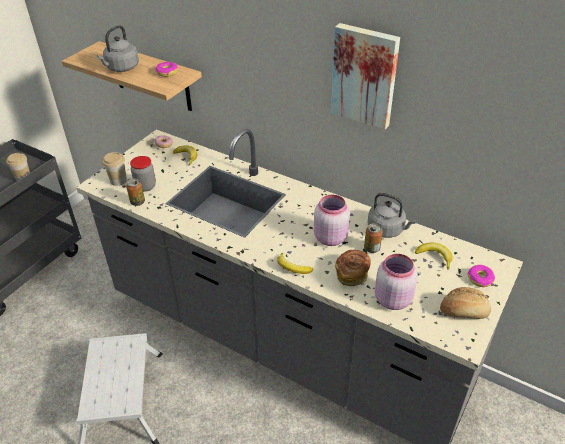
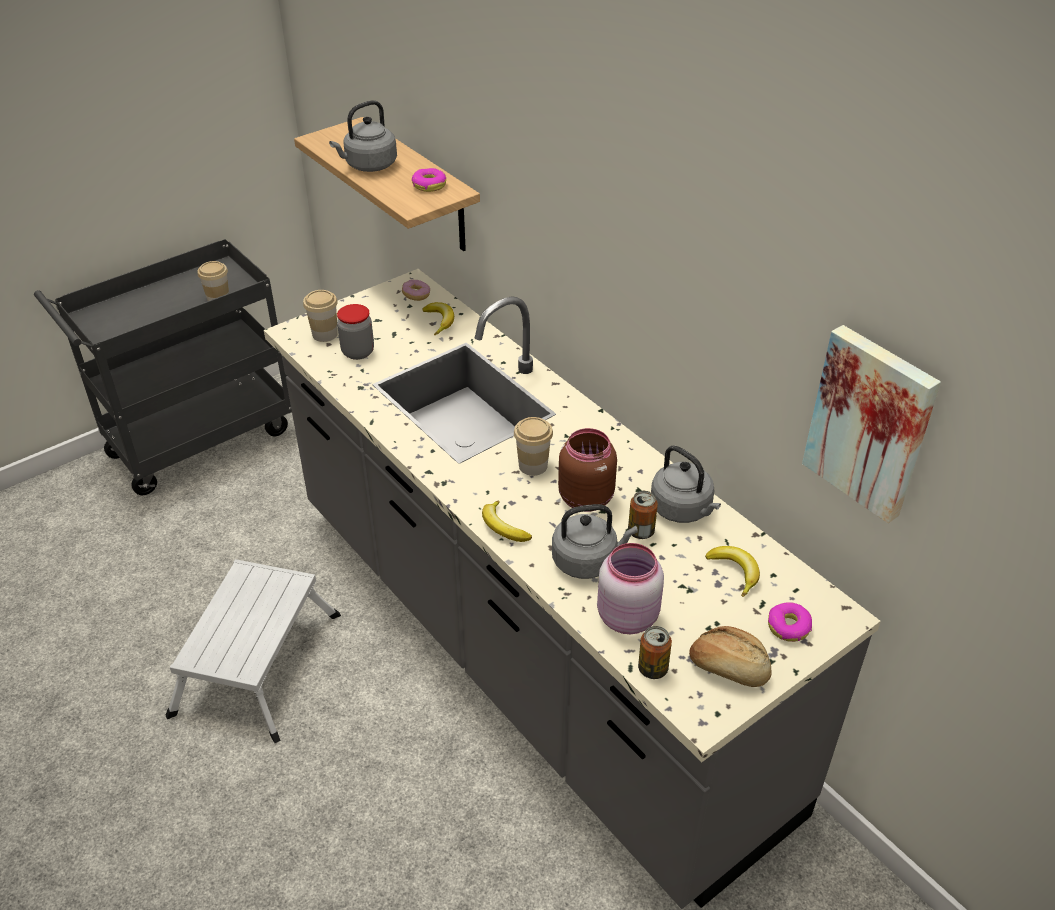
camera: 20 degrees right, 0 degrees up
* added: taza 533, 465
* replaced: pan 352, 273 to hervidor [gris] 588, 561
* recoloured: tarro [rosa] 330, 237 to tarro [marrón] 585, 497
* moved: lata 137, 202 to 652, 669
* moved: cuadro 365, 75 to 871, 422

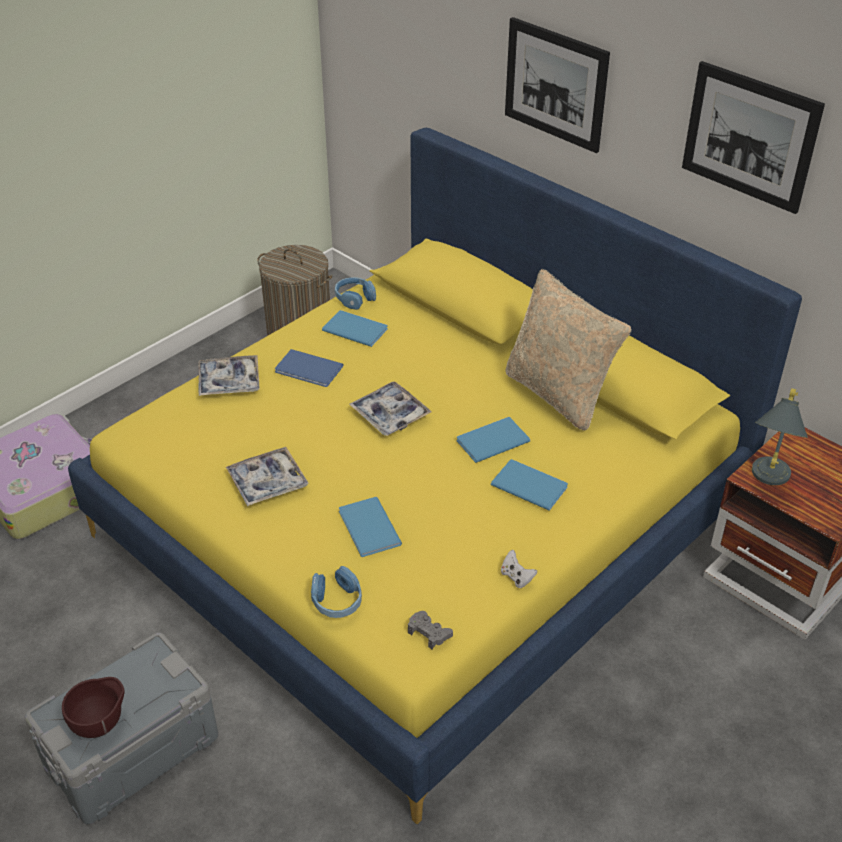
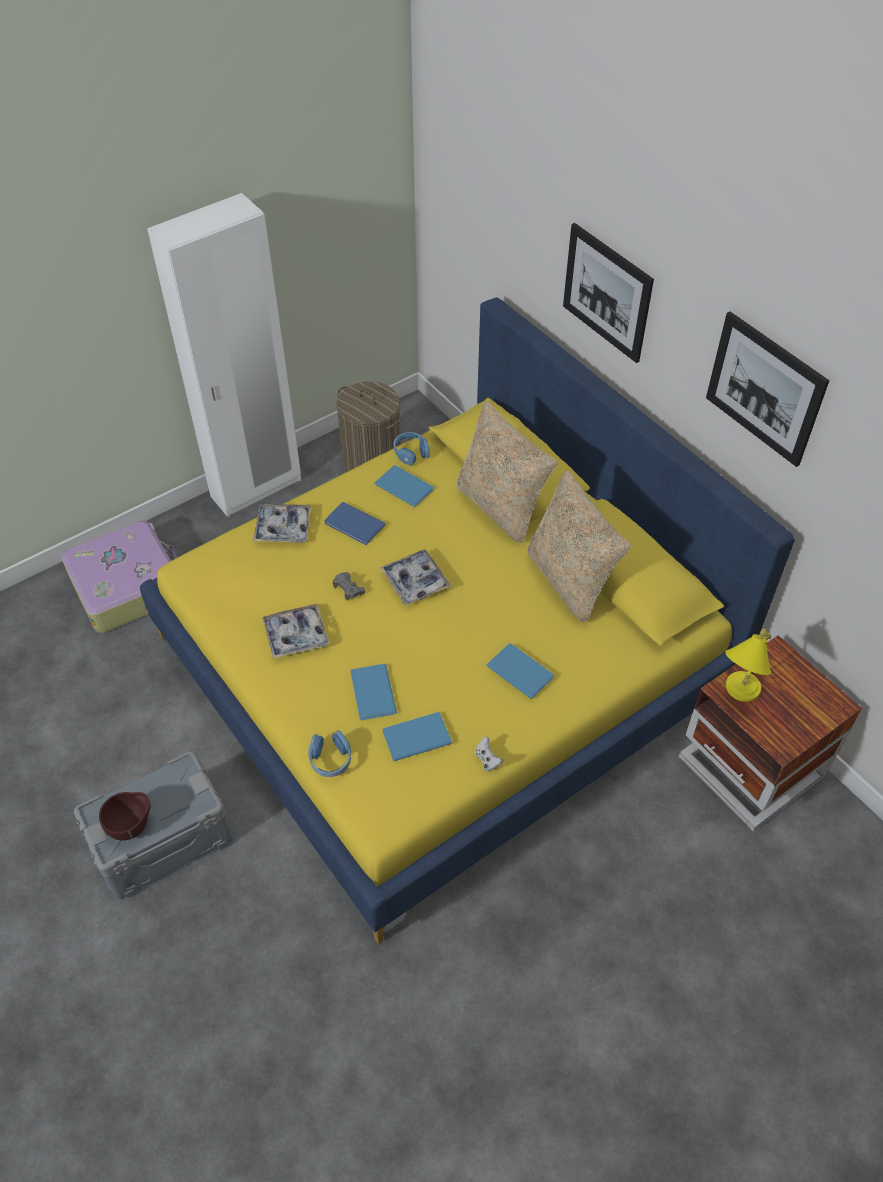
camera: 10 degrees right, 10 degrees up
* added: armario ropero [blanco] 256, 489
* moved: mando de consola [gris] 429, 633 to 348, 588
* moved: libro [azul] 490, 440 to 414, 736
* added: cojín [beis] 500, 510
* recoloured: lámpara de mesa [gris] 767, 481 to lámpara de mesa [amarillo] 736, 696

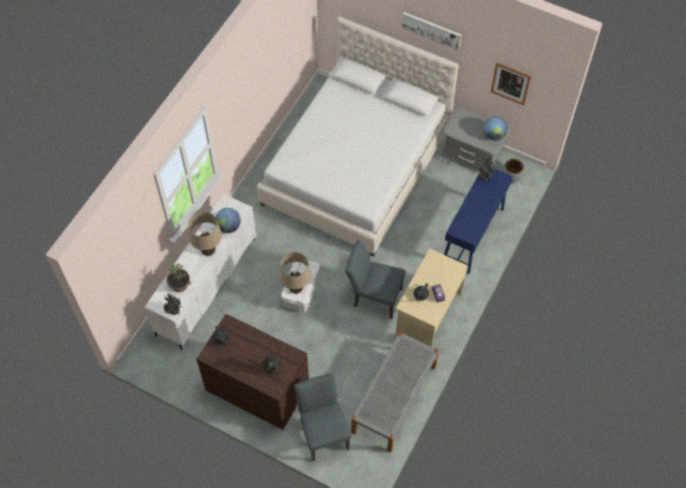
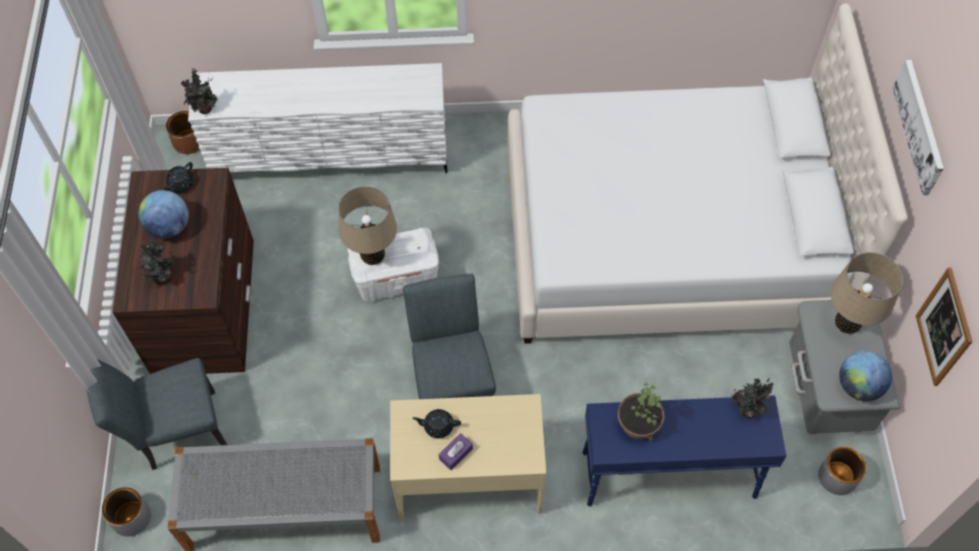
camera: 60 degrees right, 0 degrees up
* turned: silla [gris] 323, 431 = 175, 432 150 degrees counterclockwise
* added: maceta [gris] 131, 517
* moved: globo terráqueo 229, 227 to 169, 227
* added: maceta [marrón] 189, 141
* moved: planta en maceta 179, 285 to 637, 424
* moved: lámpara de mesa [beis] 208, 250 to 847, 323

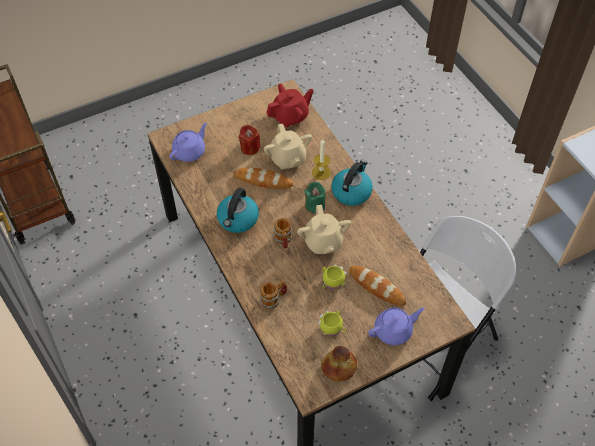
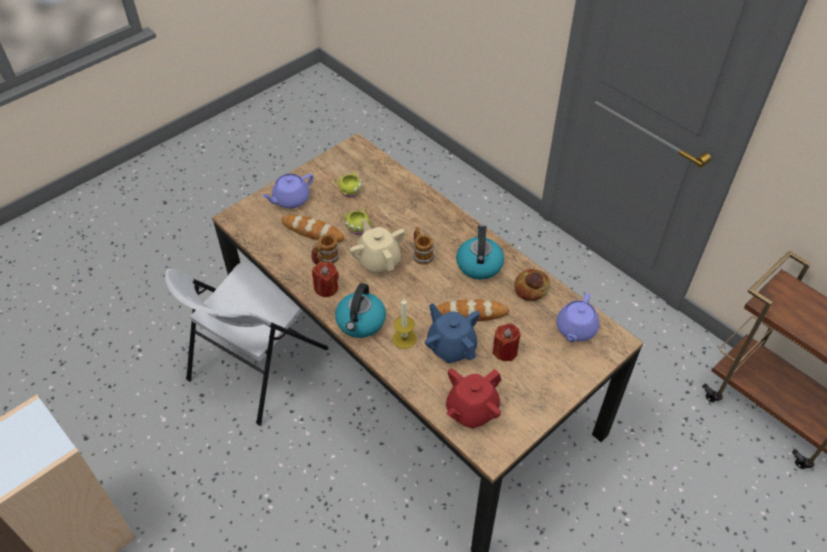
camera: 165 degrees right, 5 degrees down
* moved: taza grande 273, 299 to 325, 259
* added: vela [rojo] 326, 288
* recoloured: tetera [beis] 288, 159 to tetera [azul] 451, 347
* moved: pan 338, 367 to 531, 289
* removed: vela [verde] 315, 205

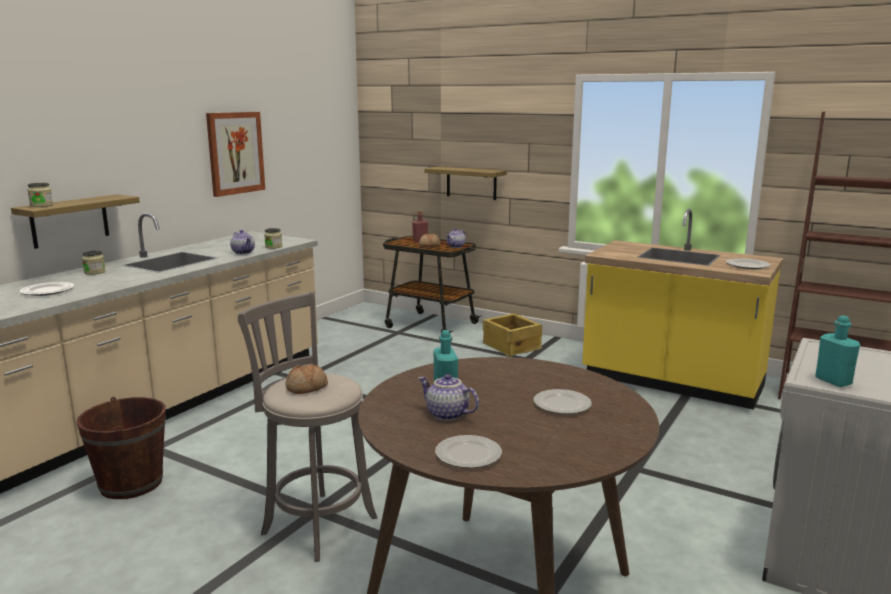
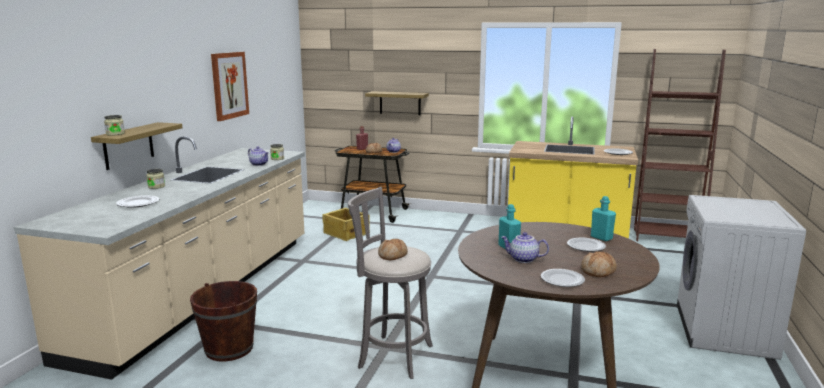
camera: 15 degrees left, 0 degrees up
* moved: caja de embalaje 511, 346 to 346, 233
* added: pan 598, 271
* moved: botella [turquesa] 833, 381 to 601, 238

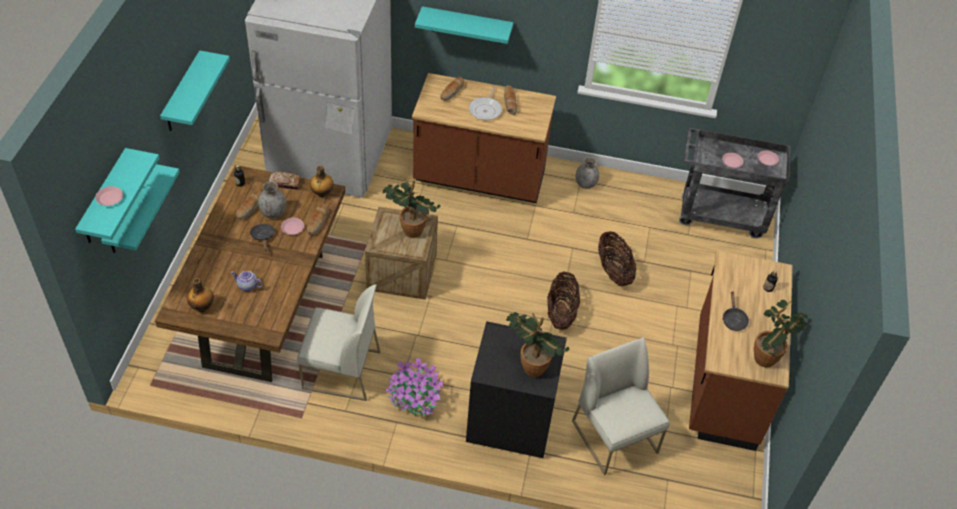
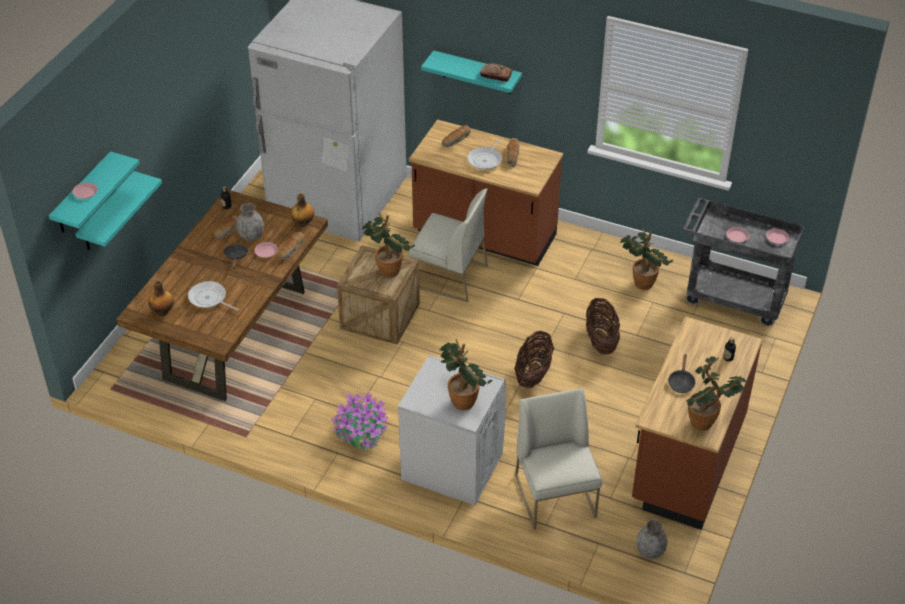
camera: 15 degrees right, 5 degrees down
* replaced: tetera 247, 286 to sartén 209, 299
* recoloured: lavadora [negro] 510, 420 to lavadora [blanco] 452, 467
* moved: silla [blanco] 340, 370 to 448, 276
* moved: pan 285, 183 to 495, 75
* added: planta en maceta 641, 280
* moved: florero [gris] 586, 184 to 650, 551
* removed: estante [turquesa] 182, 93

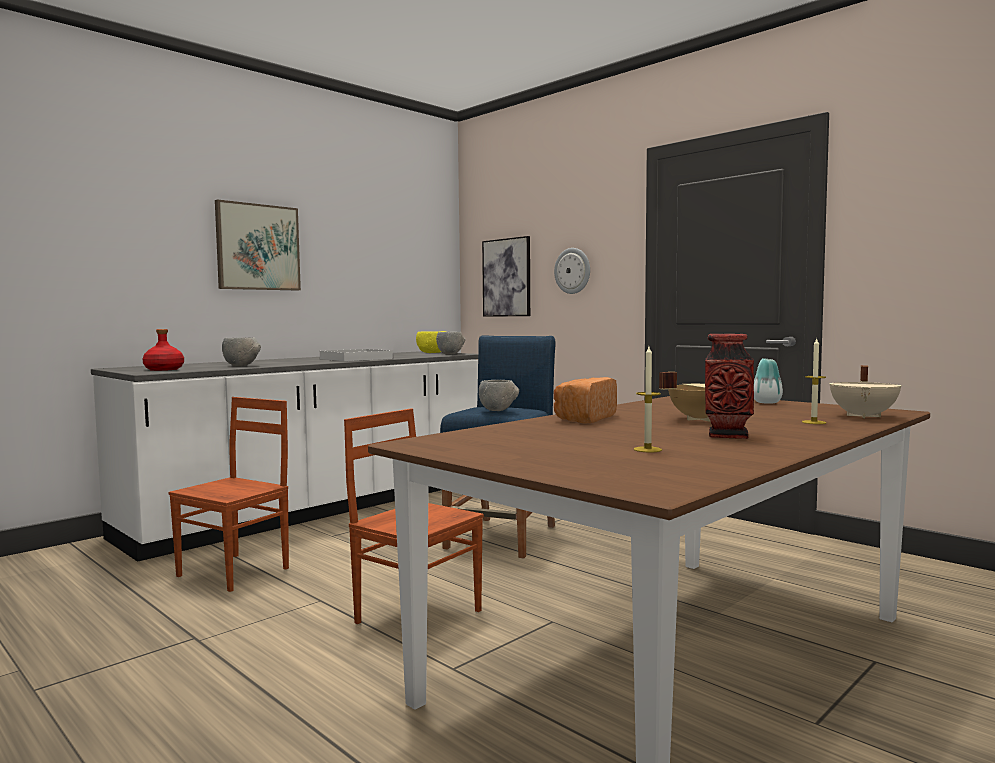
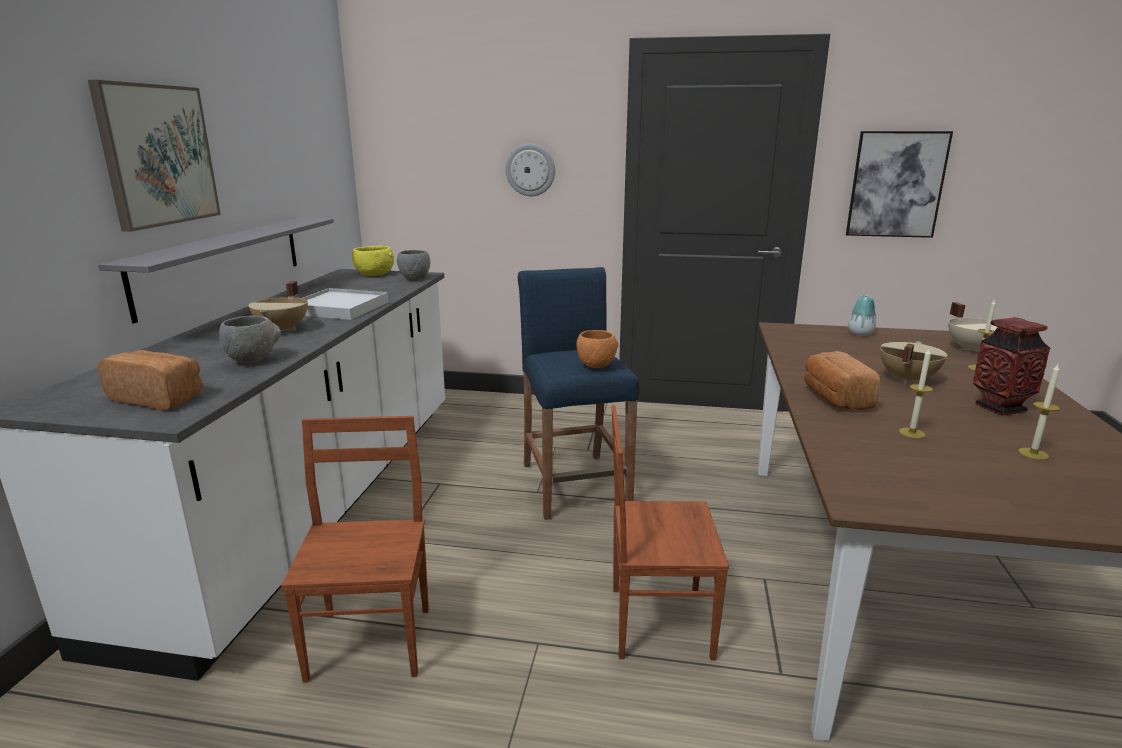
camera: 35 degrees left, 15 degrees up
* added: estante [gris] 223, 263
* replaced: botella [rojo] 163, 369 to pan 159, 398
* added: olla [beis] 283, 329
* recoloured: cuenco [gris] 498, 411 to cuenco [naranja] 597, 366
* moved: cuadro 507, 277 to 896, 184
* added: vela 912, 433

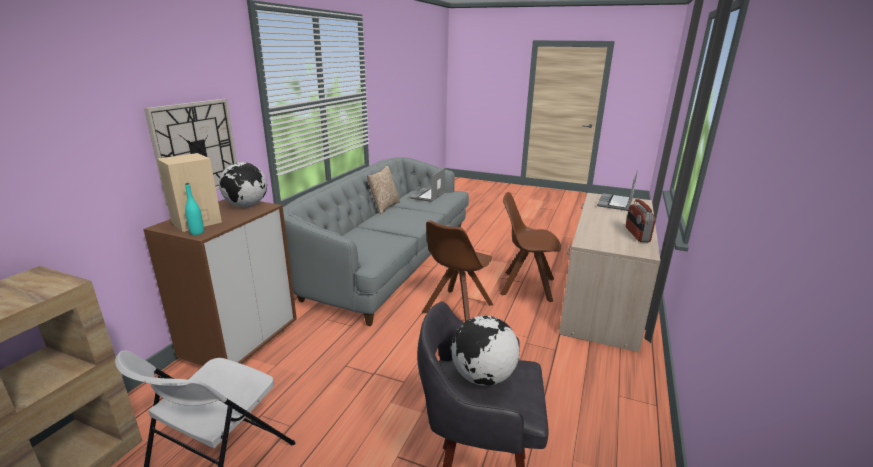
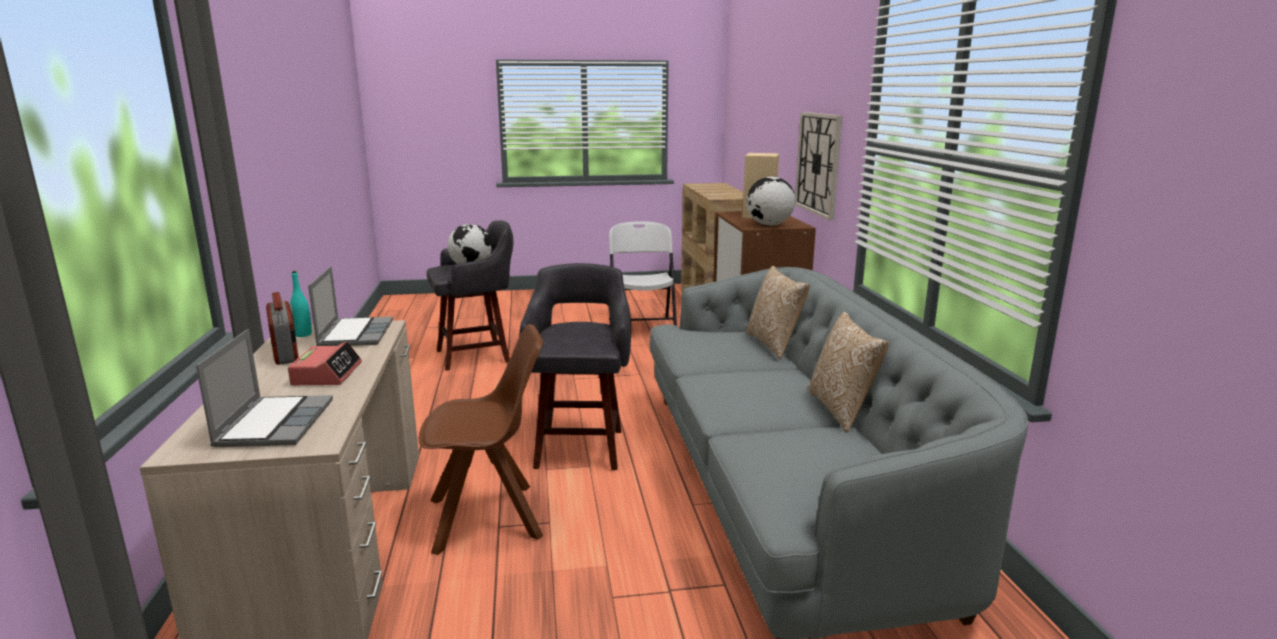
camera: 150 degrees right, 5 degrees down
* added: despertador 327, 374
* moved: botella [turquesa] 197, 232 to 303, 334
* moved: portátil 427, 196 to 355, 333
* replaced: silla [marrón] 456, 309 to taburete [gris] 580, 446
* added: cojín 774, 344

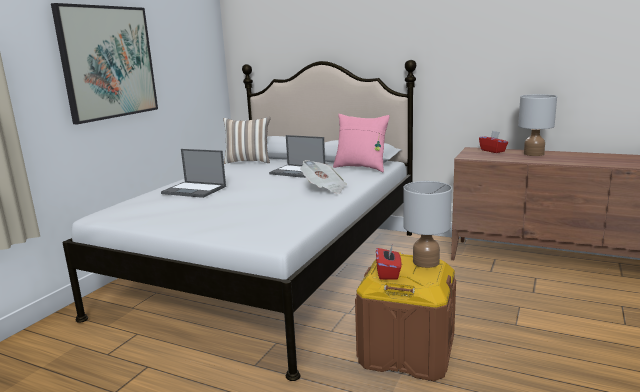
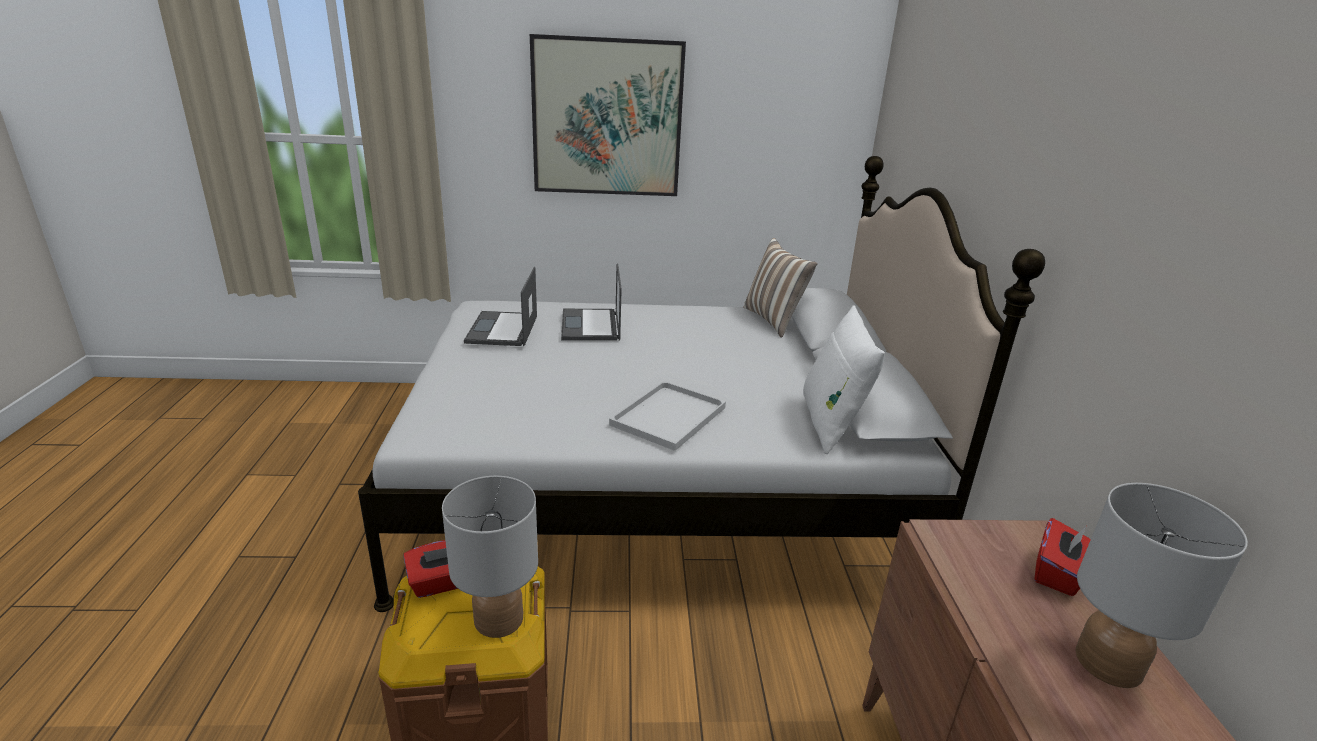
camera: 60 degrees right, 10 degrees up
* moved: portátil 298, 172 to 502, 330
* replaced: periódico 324, 189 to bandeja [blanco] 668, 417
* recoloured: cojín [rosa] 360, 168 to cojín [blanco] 831, 424

